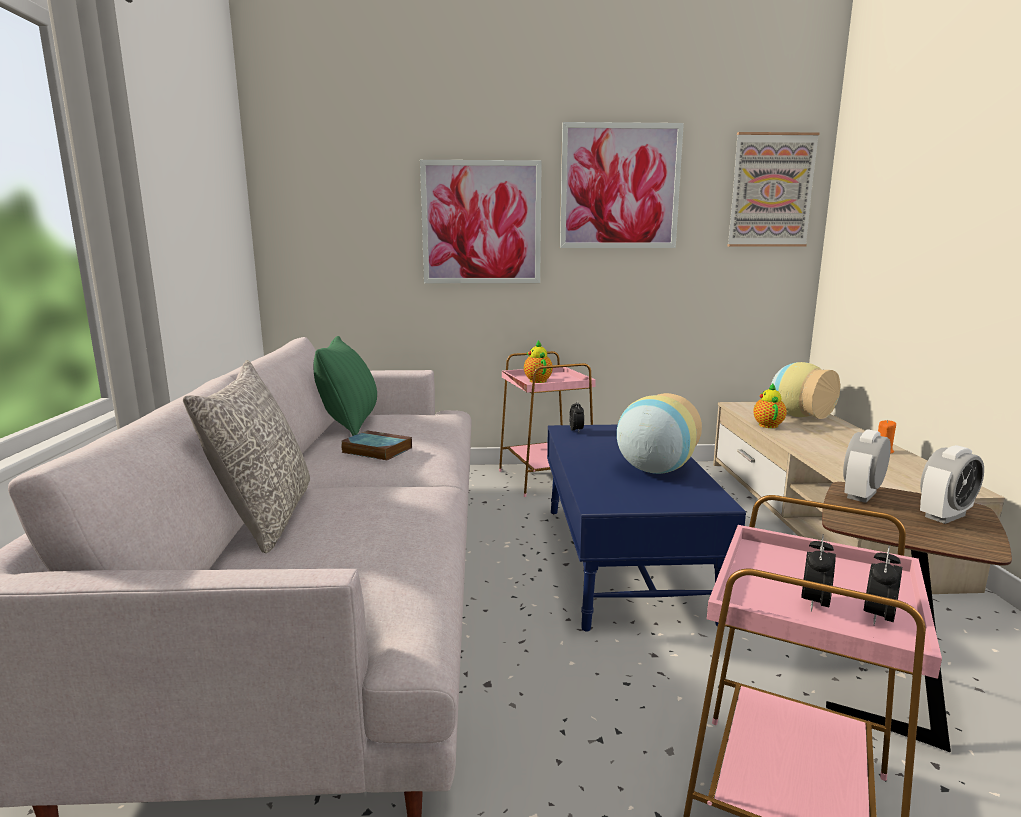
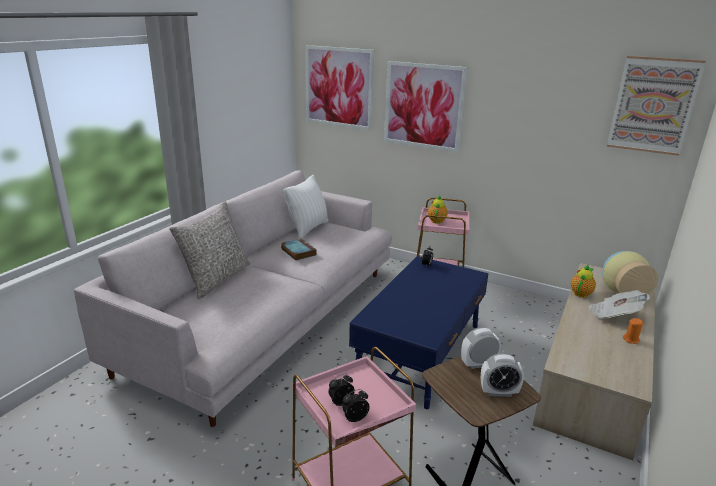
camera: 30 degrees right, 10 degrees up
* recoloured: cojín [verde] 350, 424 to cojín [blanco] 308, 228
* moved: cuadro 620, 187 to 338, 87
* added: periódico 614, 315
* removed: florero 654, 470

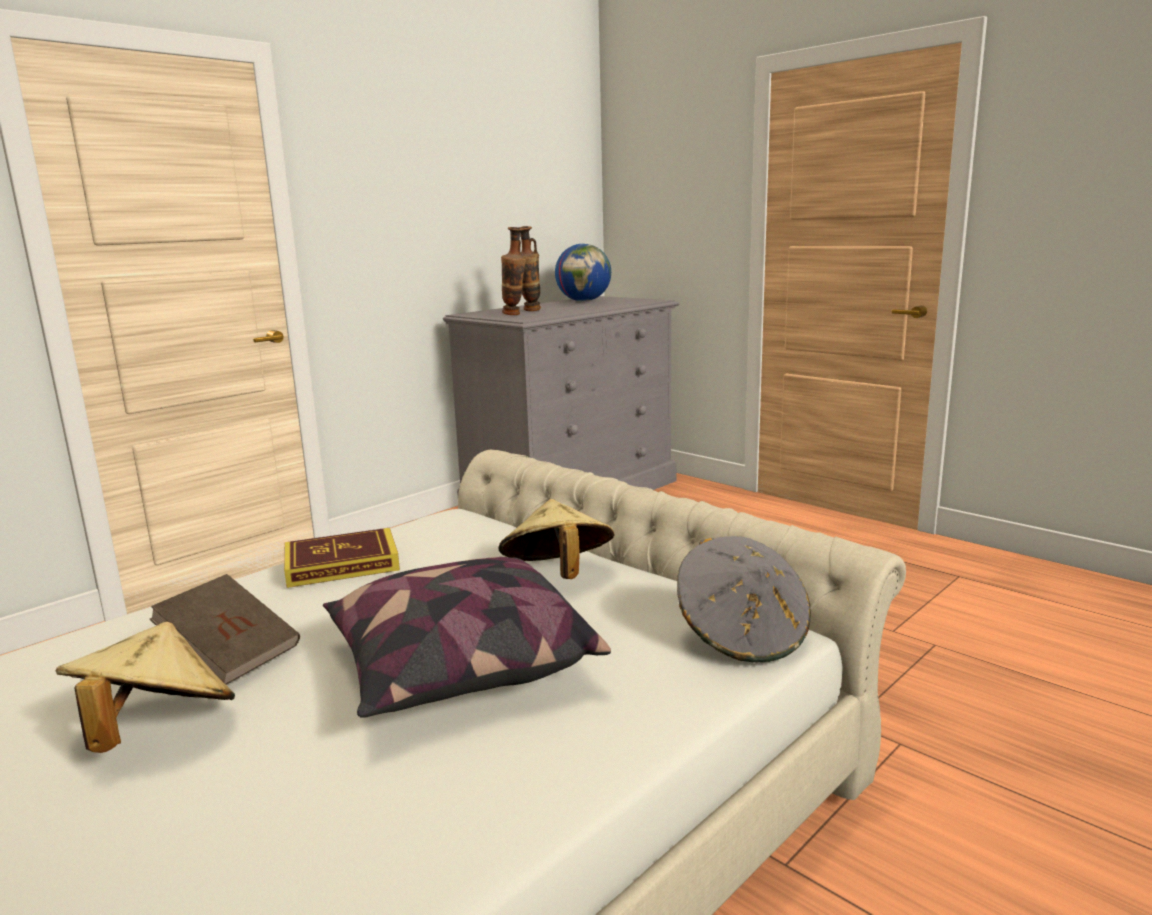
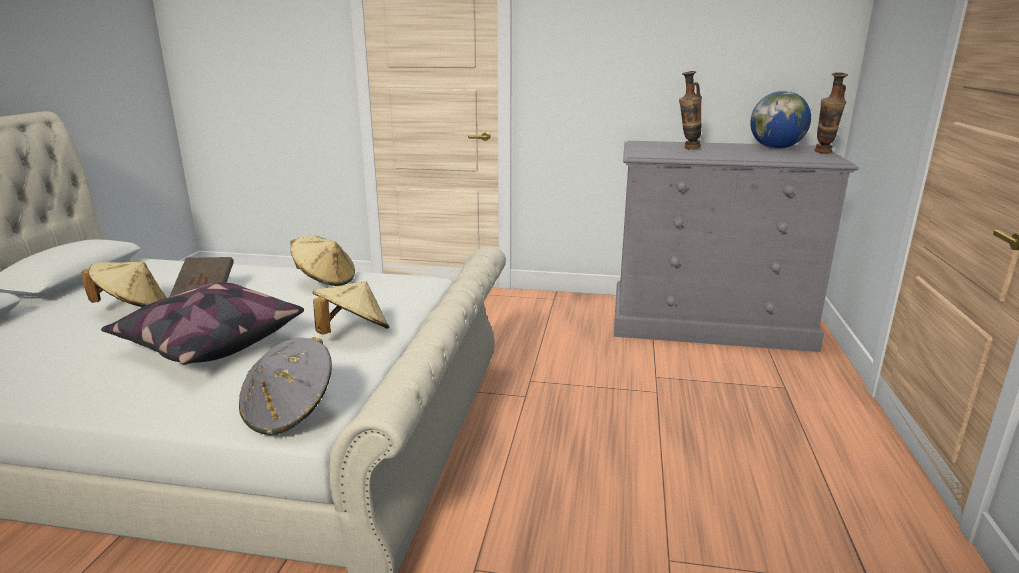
camera: 55 degrees right, 5 degrees up
* replaced: libro 342, 564 to sombrero [beis] 325, 280
* moved: florero 515, 315 to 823, 153

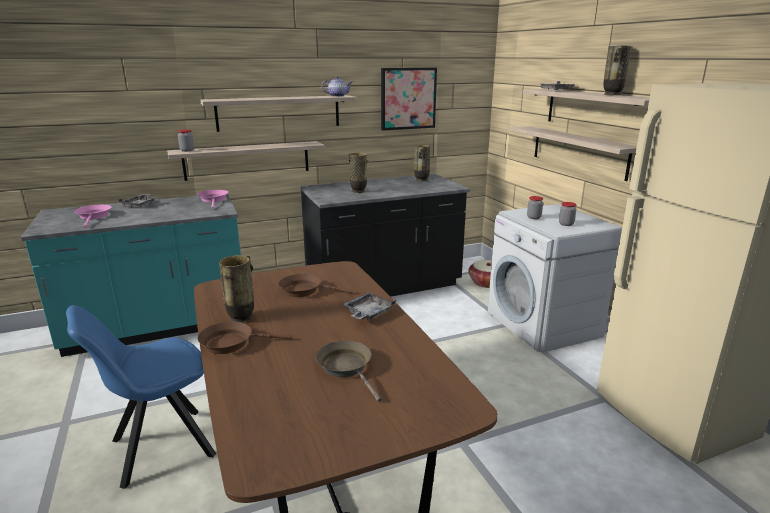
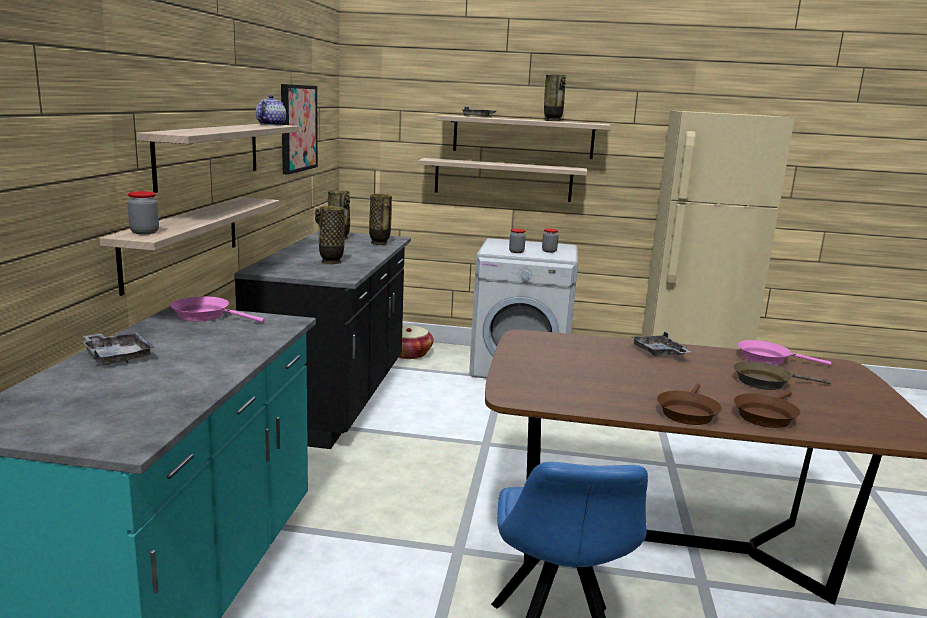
camera: 60 degrees left, 5 degrees down
* moved: florero 241, 318 to 379, 243
* moved: sartén [marrón] 304, 290 to 765, 416
* moved: sartén [rosa] 94, 216 to 767, 359

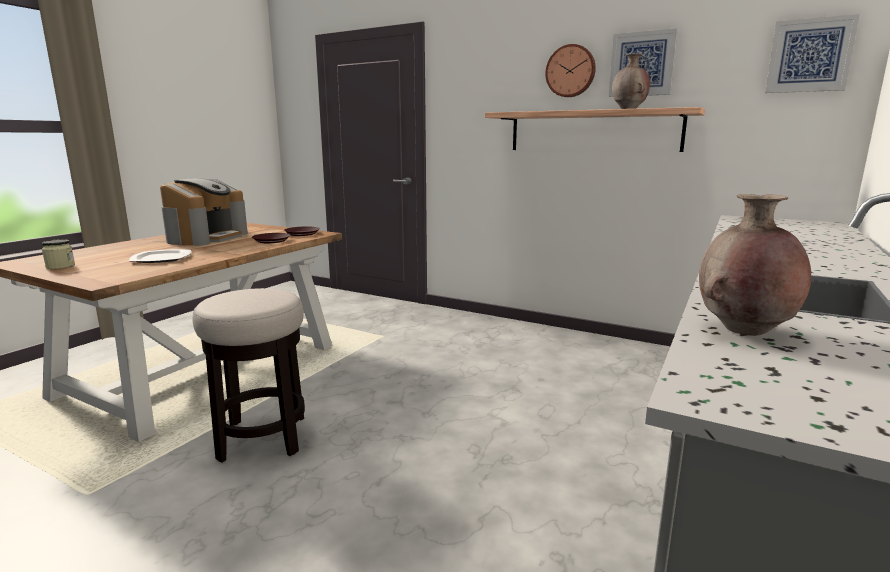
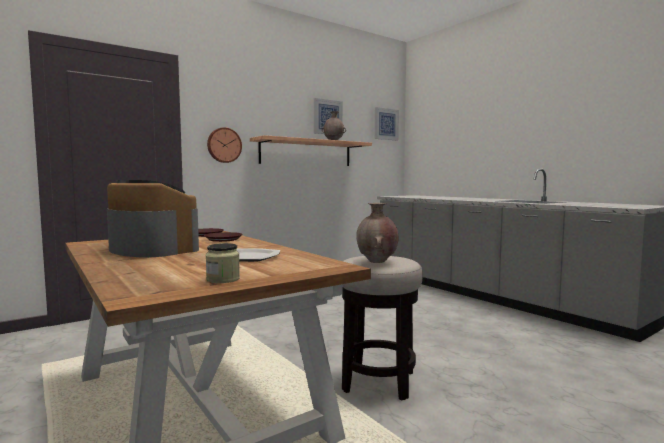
camera: 65 degrees left, 10 degrees down
* moved: reloj de pared 570, 71 to 224, 145
* moved: florero [marrón] 743, 331 to 377, 262

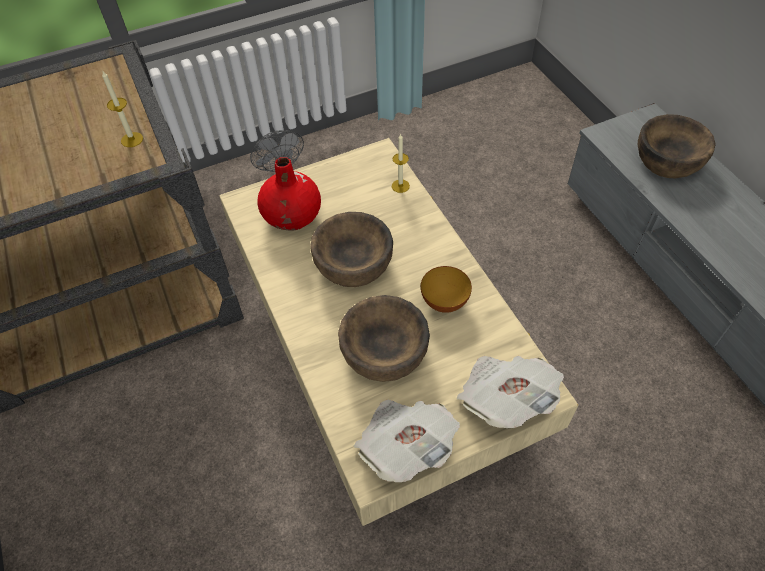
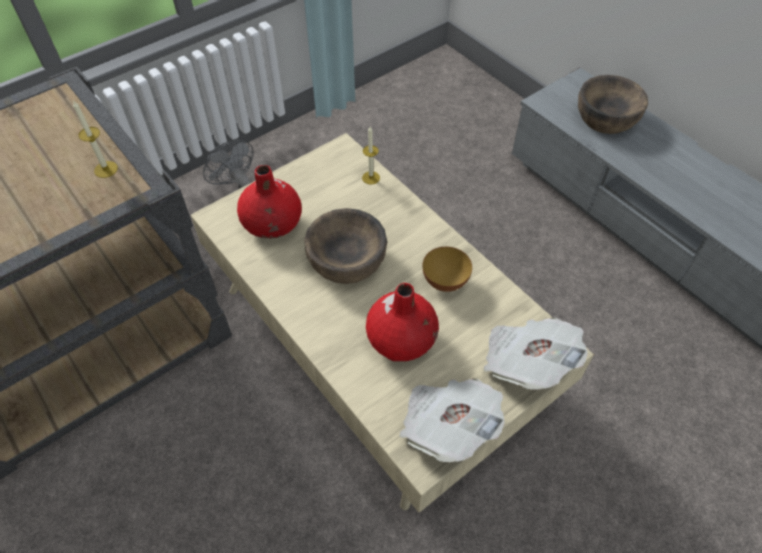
camera: 15 degrees left, 0 degrees up
* replaced: cuenco [marrón] 384, 351 to florero [rojo] 401, 339

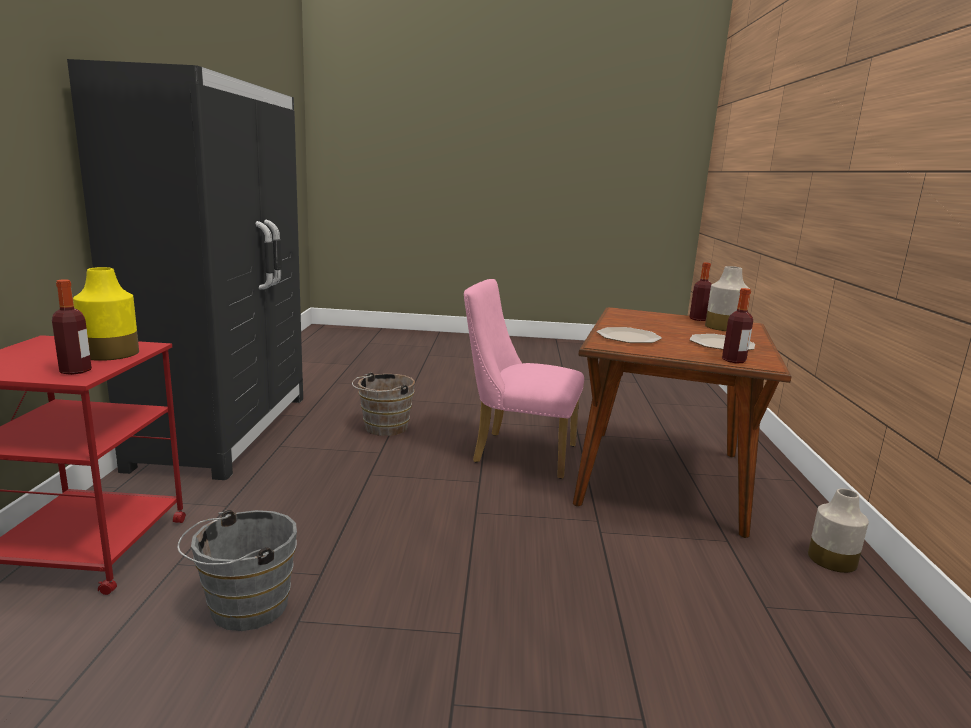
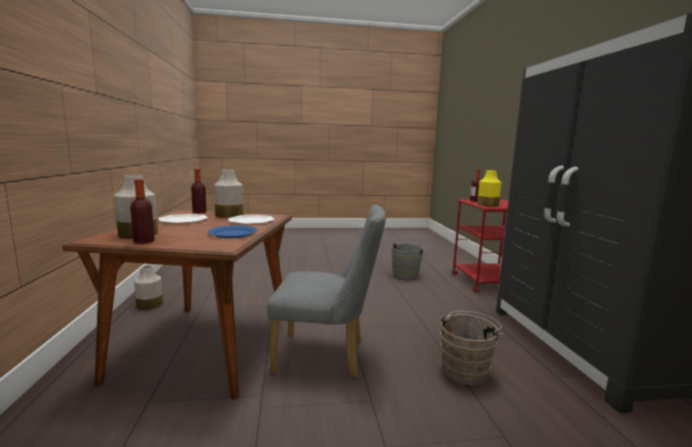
camera: 170 degrees right, 5 degrees down
* added: plato [azul] 233, 233
* added: florero [beis] 229, 215
* recoloured: silla [rosa] 516, 453 to silla [gris] 327, 356

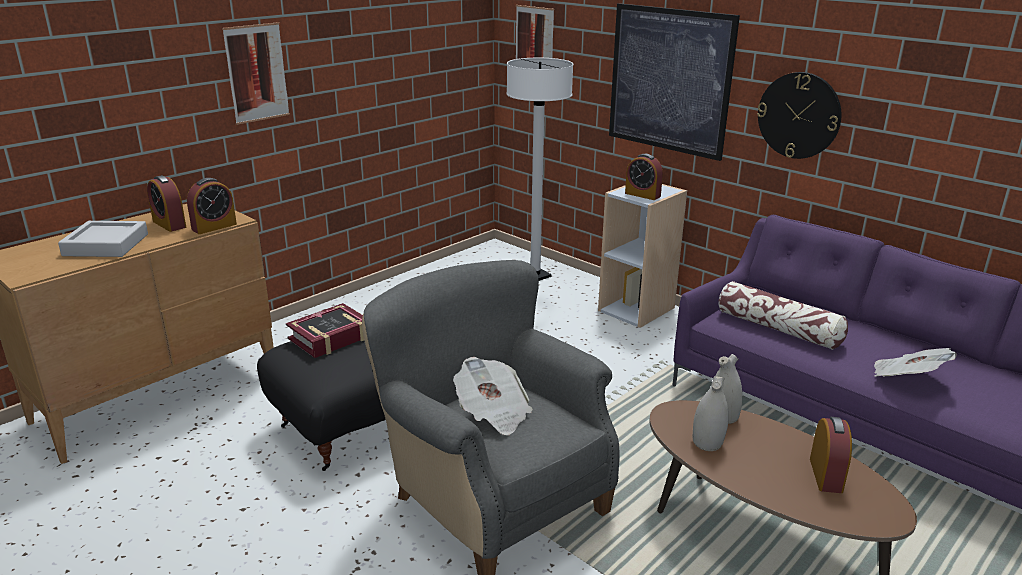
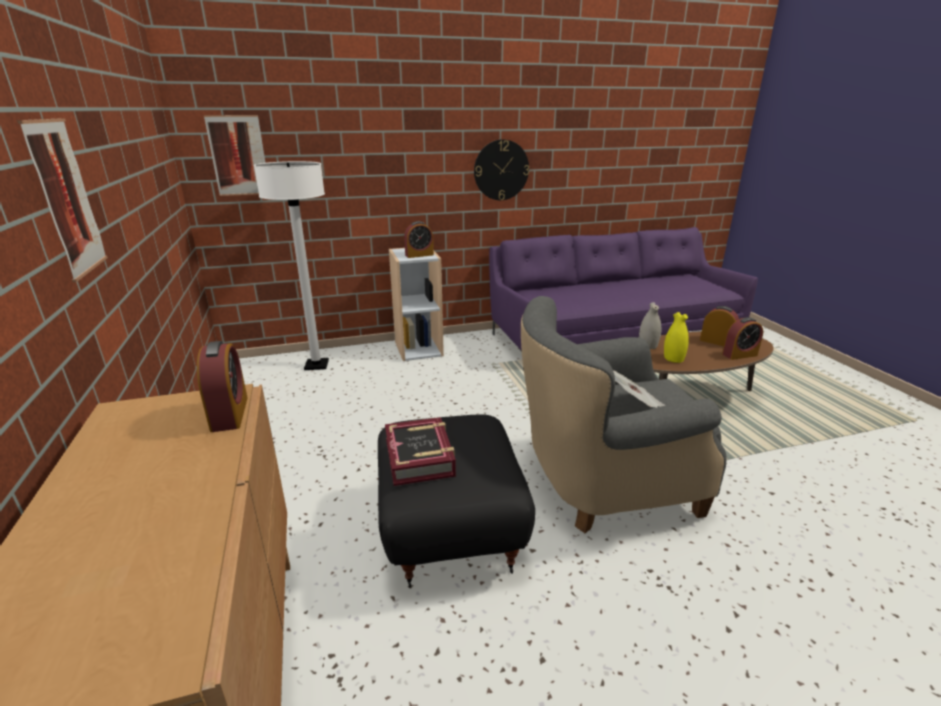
camera: 60 degrees left, 0 degrees up
* recoloured: florero [blanco] 708, 442 to florero [amarillo] 673, 358
* moved: despertador 169, 224 to 739, 355
* removed: bandeja [gris] 106, 245
* removed: cuadro 669, 80
* removed: cojín 778, 329
* removed: periódico 906, 378

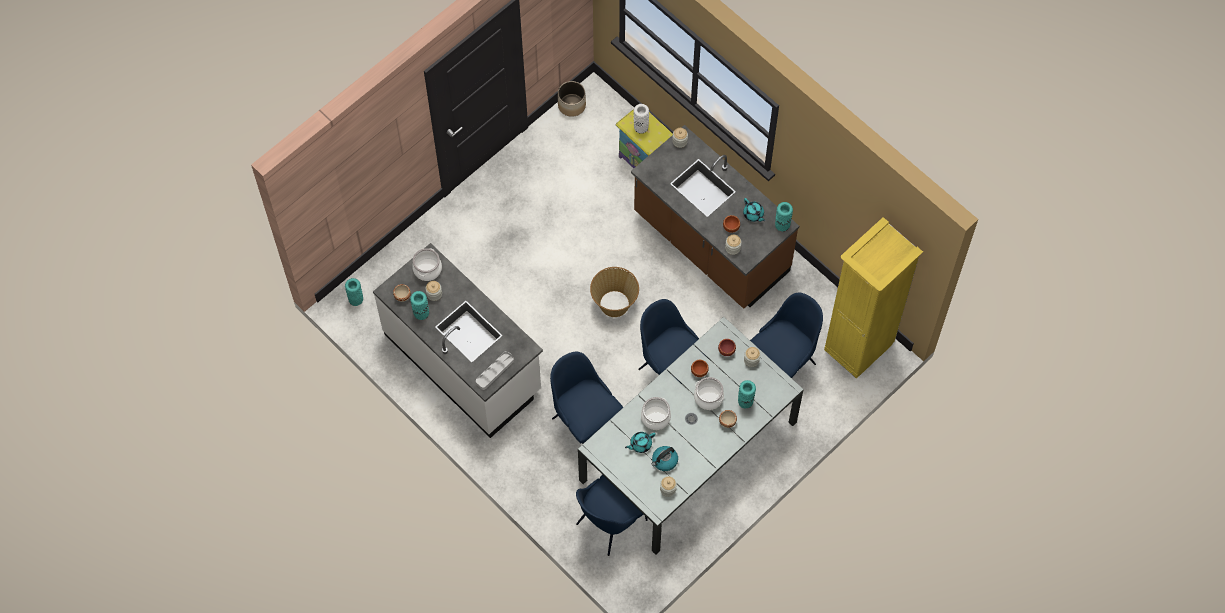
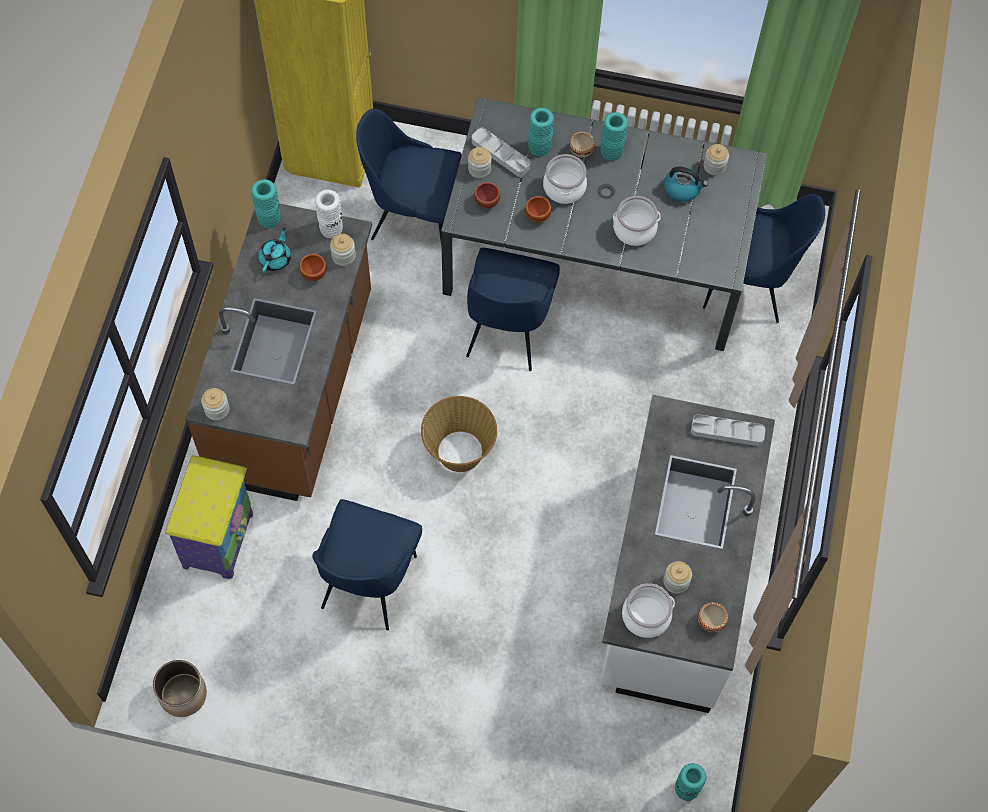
camera: 125 degrees left, 0 degrees up
* moved: silla [azul] 585, 424 to 369, 583
* moved: florero [blanco] 641, 127 to 331, 228
* added: bandeja [gris] 500, 154
* moved: florero [turquesa] 421, 313 to 611, 151
* removed: tetera [turquesa] 640, 444

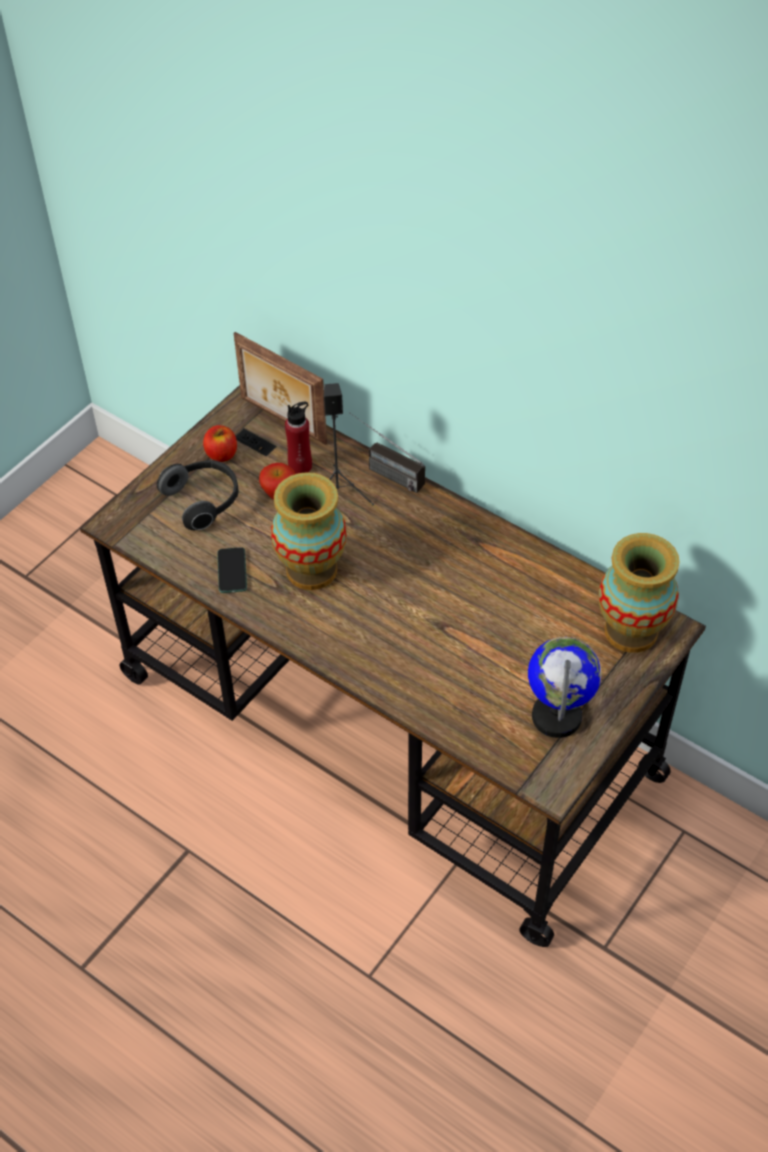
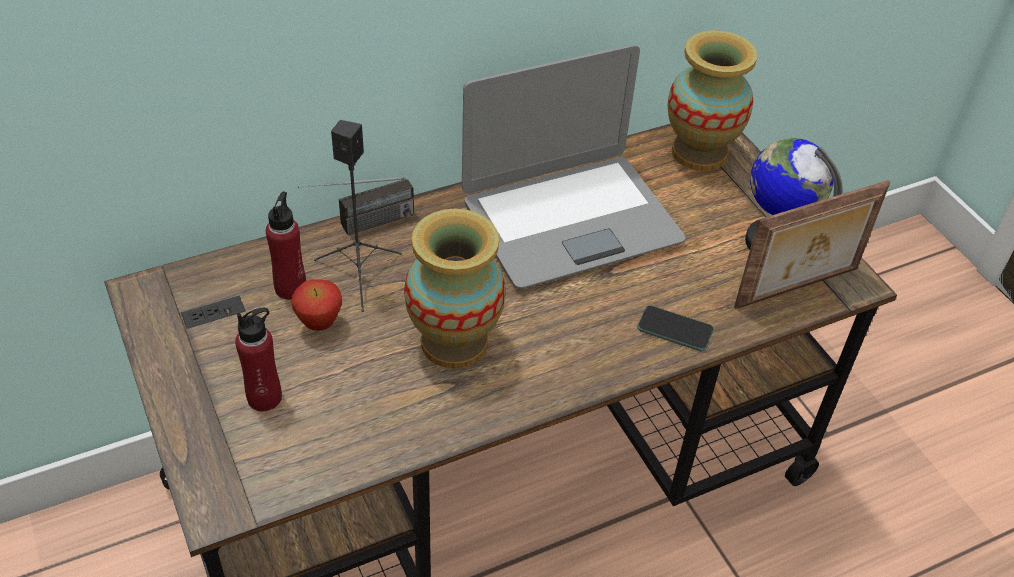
camera: 65 degrees left, 5 degrees down
* replaced: auriculares 204, 501 to botella [rojo] 264, 397
* added: portátil 570, 220
* moved: móvil 232, 571 to 675, 329
* moved: portarretratos 282, 421 to 798, 289
* removed: manzana 221, 454

